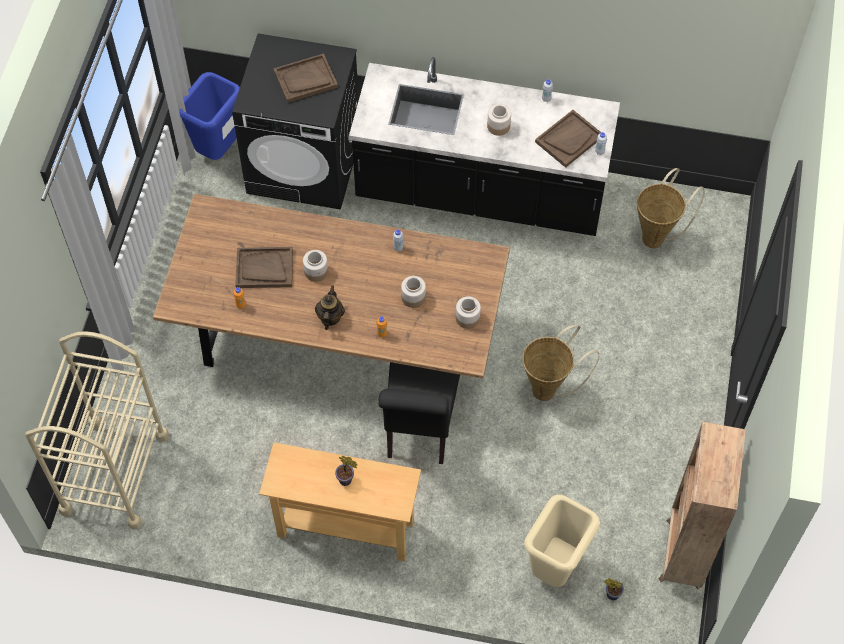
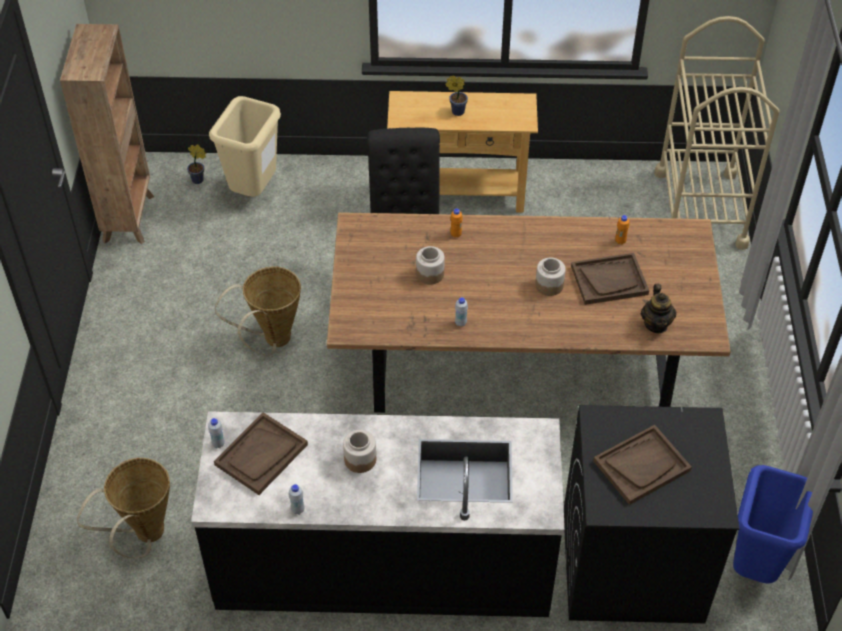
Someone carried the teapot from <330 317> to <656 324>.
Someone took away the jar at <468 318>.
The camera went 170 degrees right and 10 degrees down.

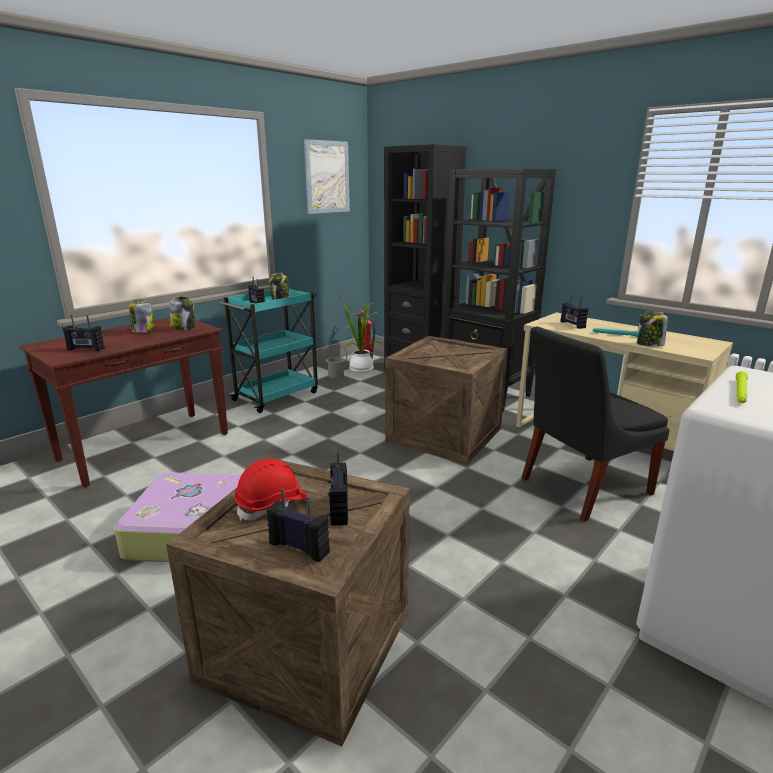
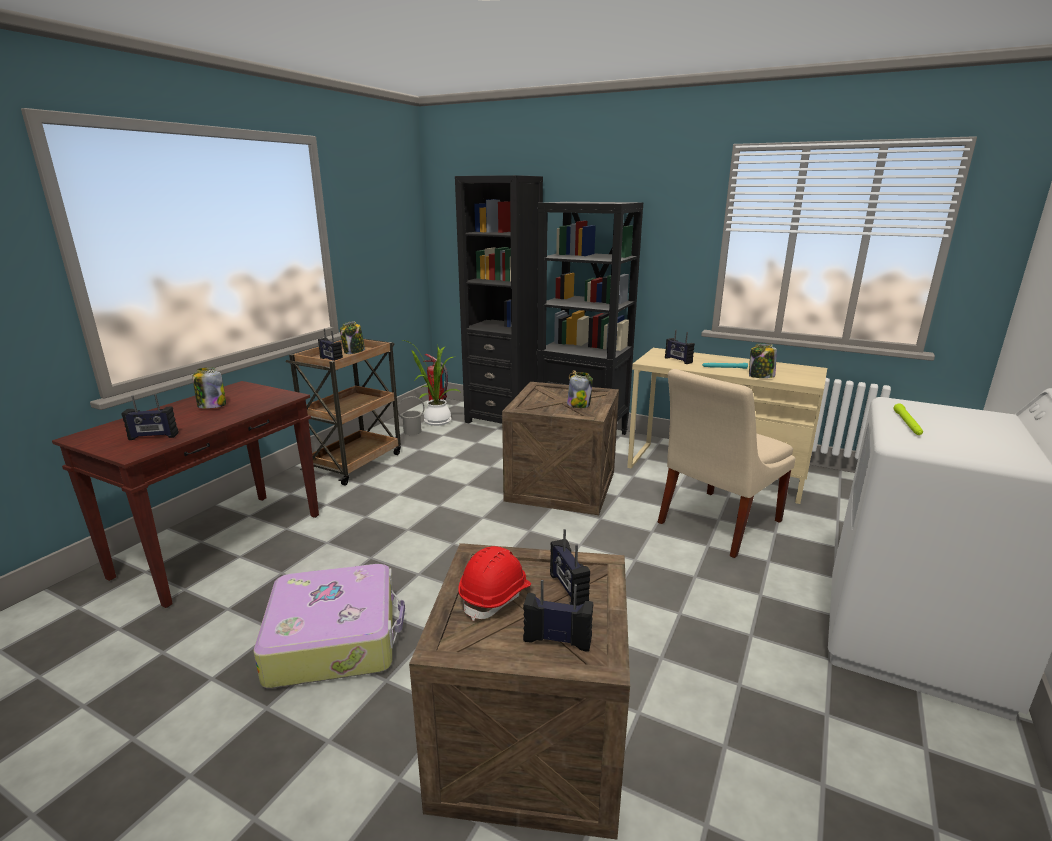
Someone repainted the cart/turquoise at <277 395>, which became the cart/brown at <355 462>.
Someone carried the jar from <183 327> to <579 405>.
Someone repainted the chair/black at <580 487>, which became the chair/beige at <716 523>.
Someone took away the picture at <327 177>.
The camera went 15 degrees left and 0 degrees up.

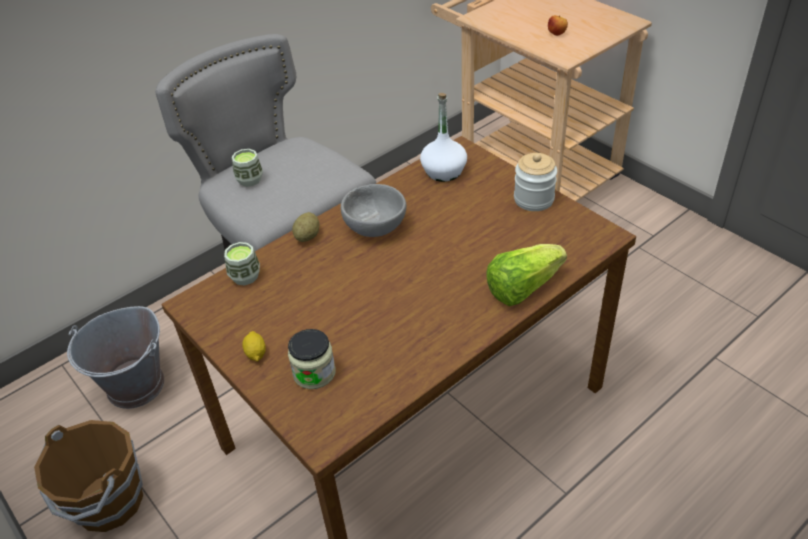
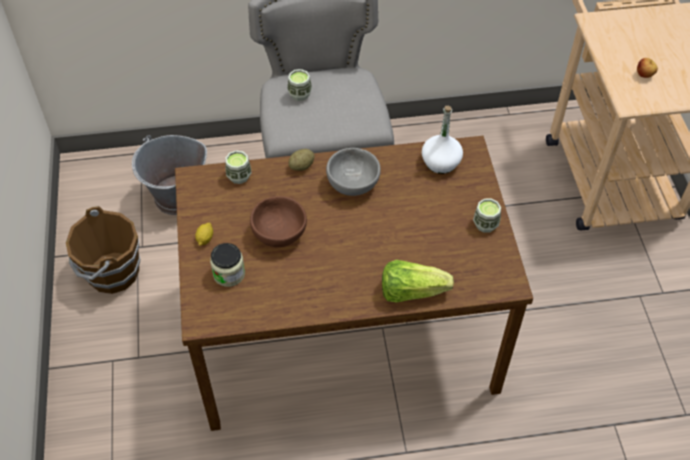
Someone put down the bowl/brown at <278 234>.
Someone swapped the jar at <533 199> for the cup at <485 224>.
The camera went 30 degrees right and 10 degrees up.

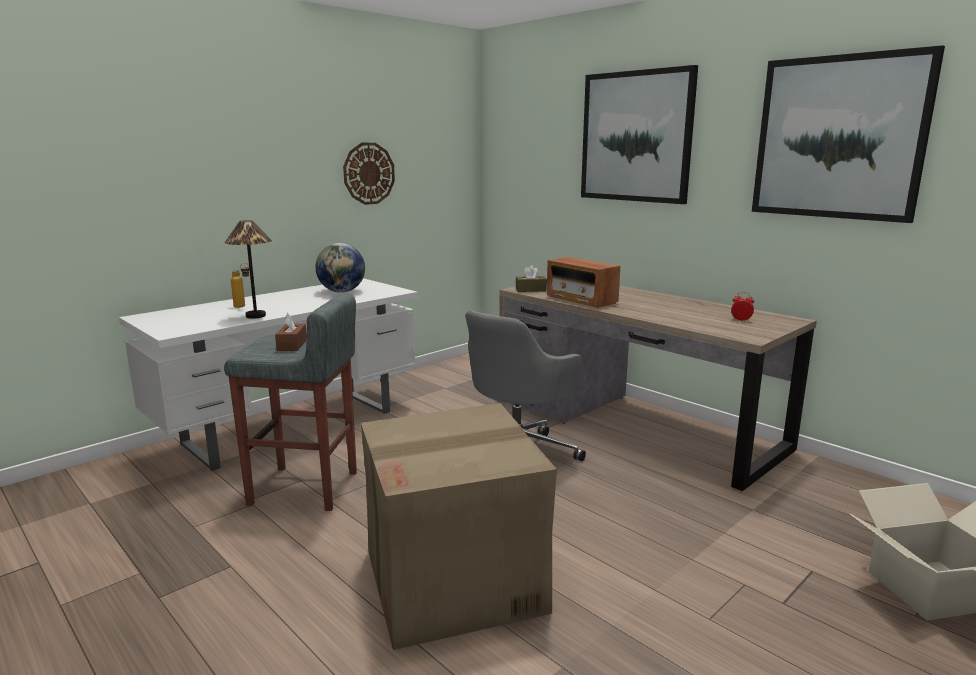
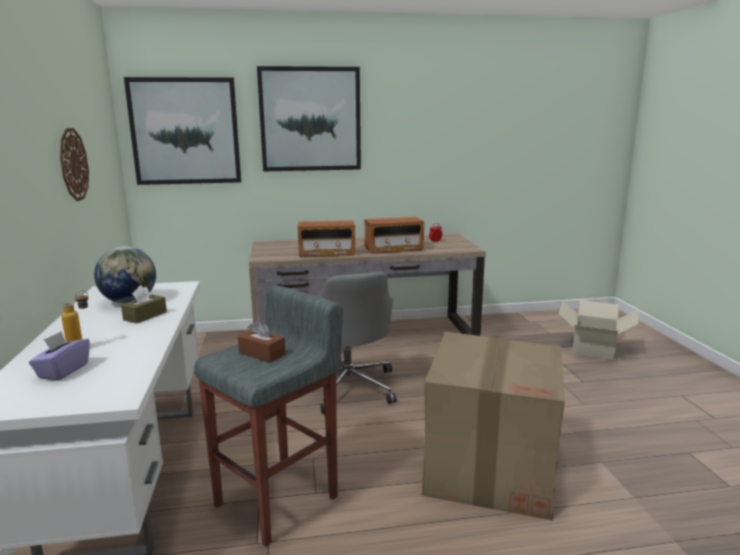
Someone put down the tissue box/purple at <63 371>.
Someone carried the tissue box/brown from <531 290> to <145 316>.
Someone carried the picture from <838 138> to <185 131>.
Someone put down the radio at <394 249>.
Someone took away the table lamp at <255 316>.
The camera went 55 degrees left and 0 degrees up.

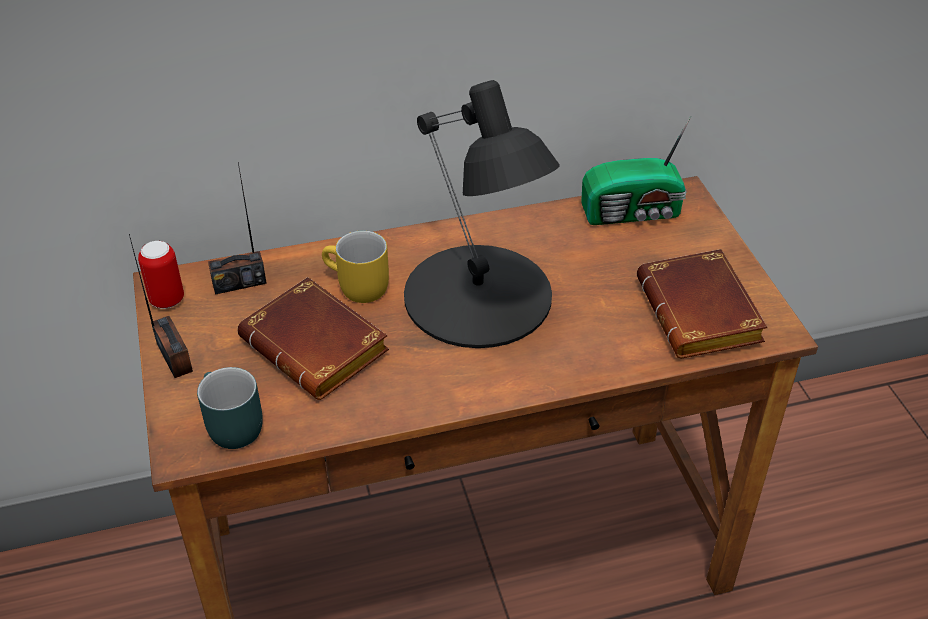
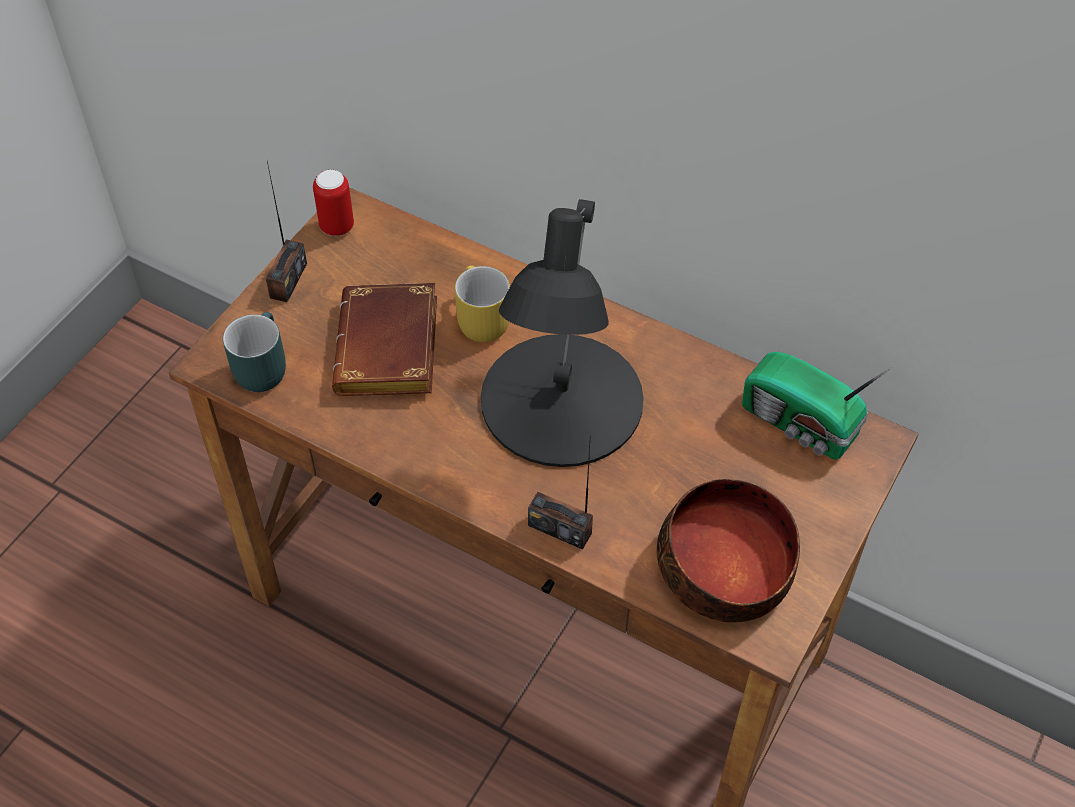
Someone carried the radio from <239 283> to <560 529>.
Someone swapped the book/brown at <703 315> for the bowl at <725 569>.
The camera went 45 degrees right and 10 degrees up.

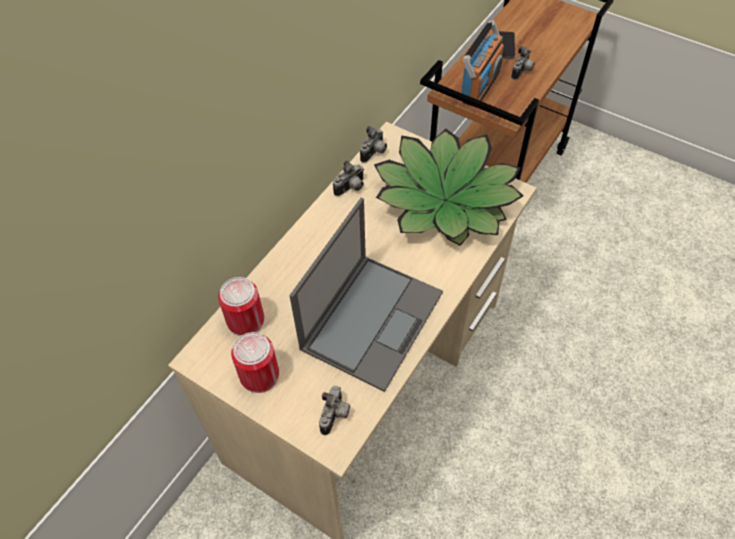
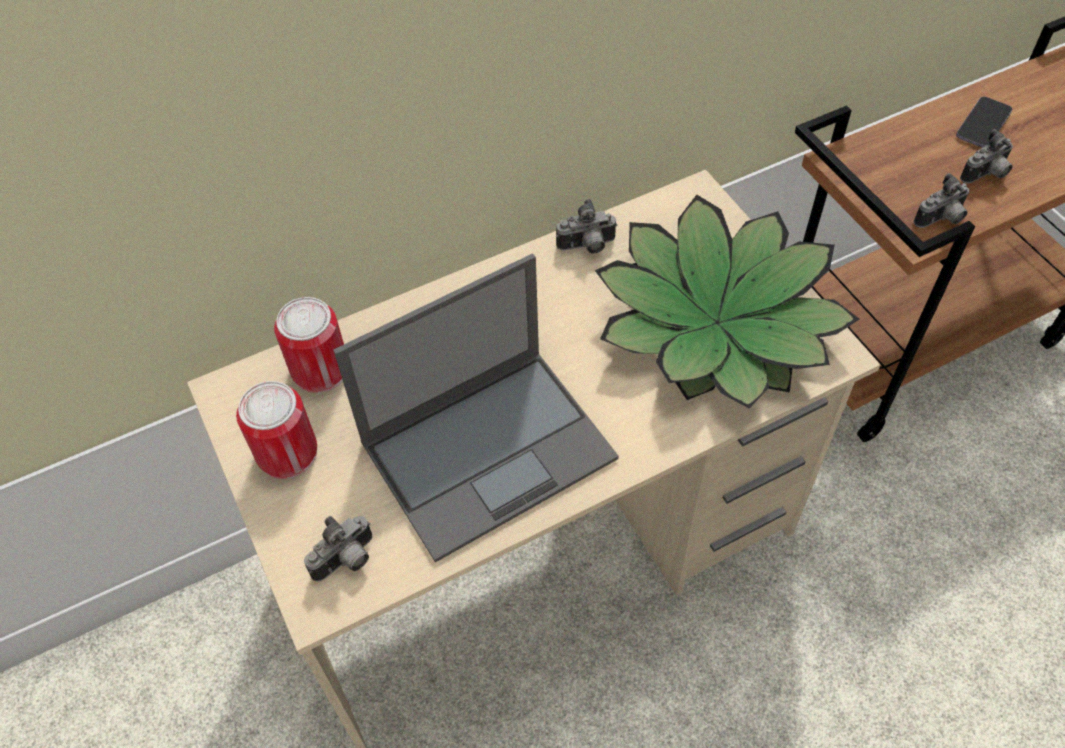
Someone carried the photo camera from <374 153> to <941 220>.
Someone took away the radio at <480 86>.
The camera went 30 degrees right and 0 degrees up.

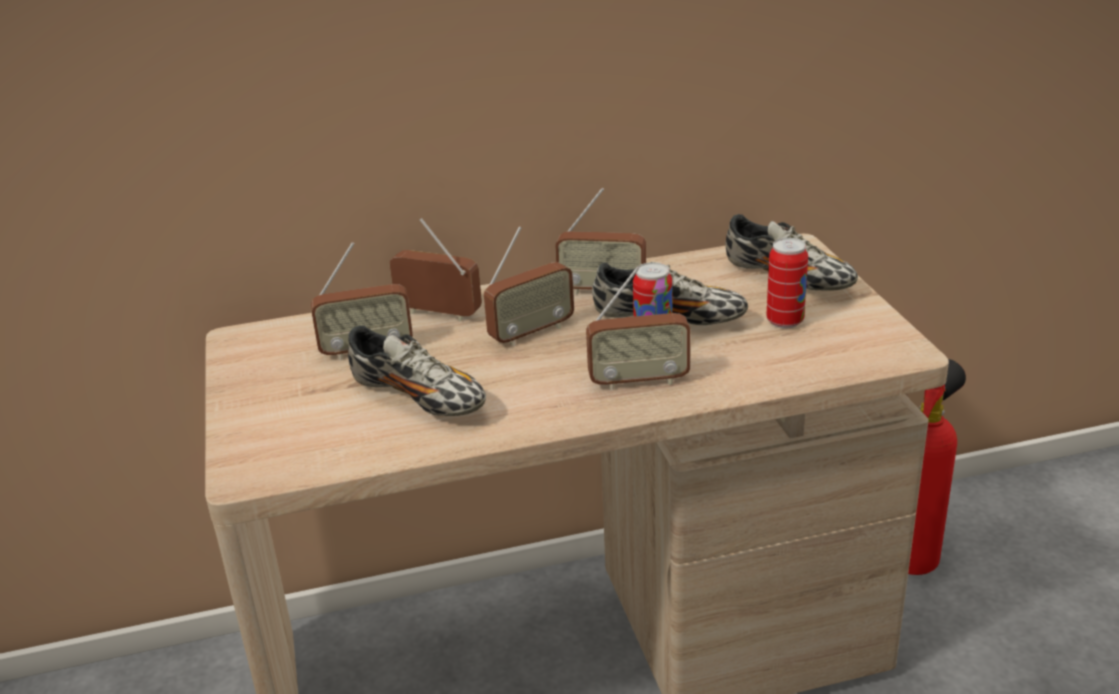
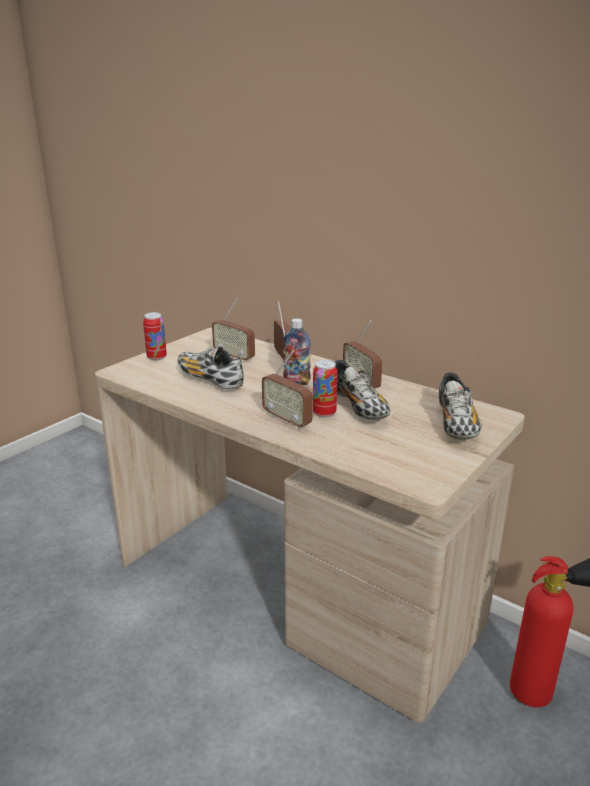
Someone carried the can from <785 321> to <156 357>.
Someone rotated the shoe at <419 398> by 135 degrees clockwise.
Someone swapped the radio at <531 333> for the bottle at <296 382>.
The camera went 50 degrees right and 5 degrees down.

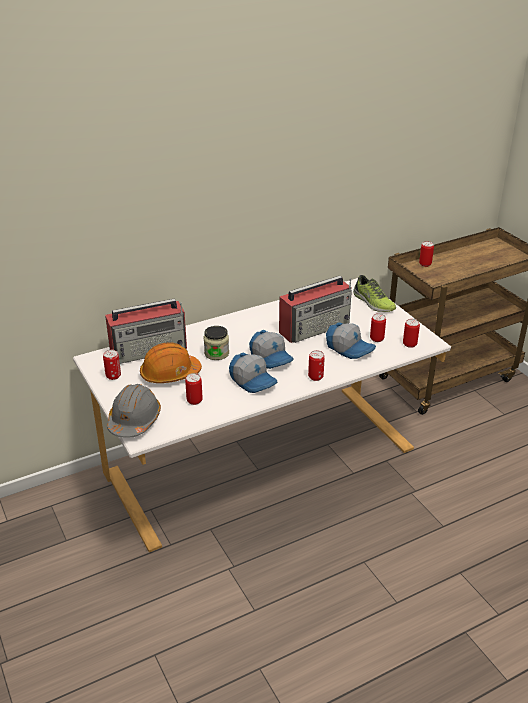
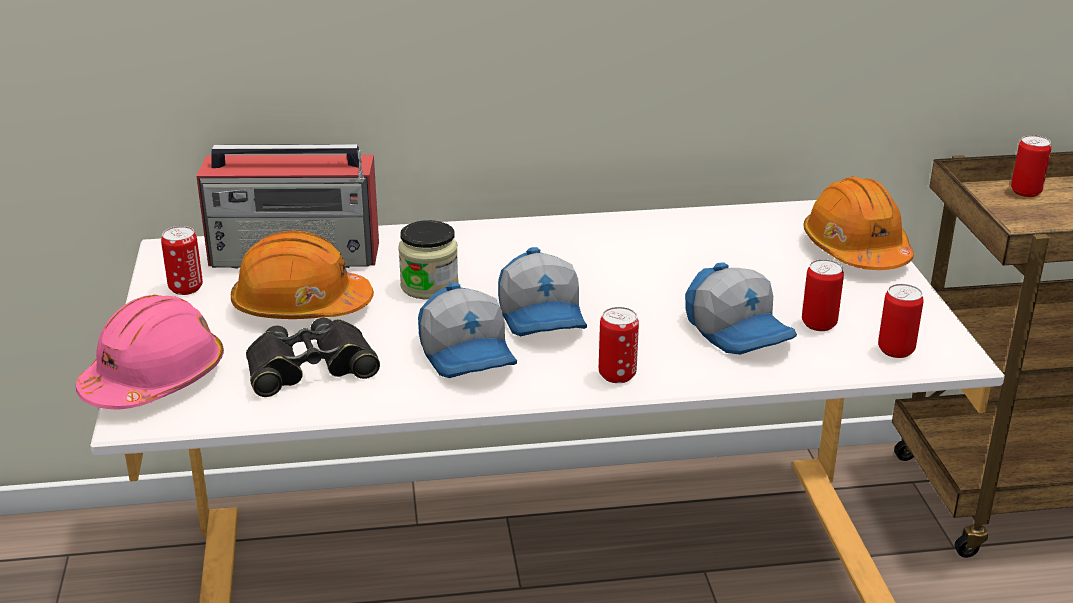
Someone repainted the hard hat/grey at <134 420>, which became the hard hat/pink at <155 380>.
Someone swapped the can at <194 400> for the binoculars/black at <310 368>.
Someone swapped the shoe at <373 302> for the hard hat/orange at <855 250>.
Someone took away the radio at <315 327>.
The camera went 20 degrees right and 5 degrees down.

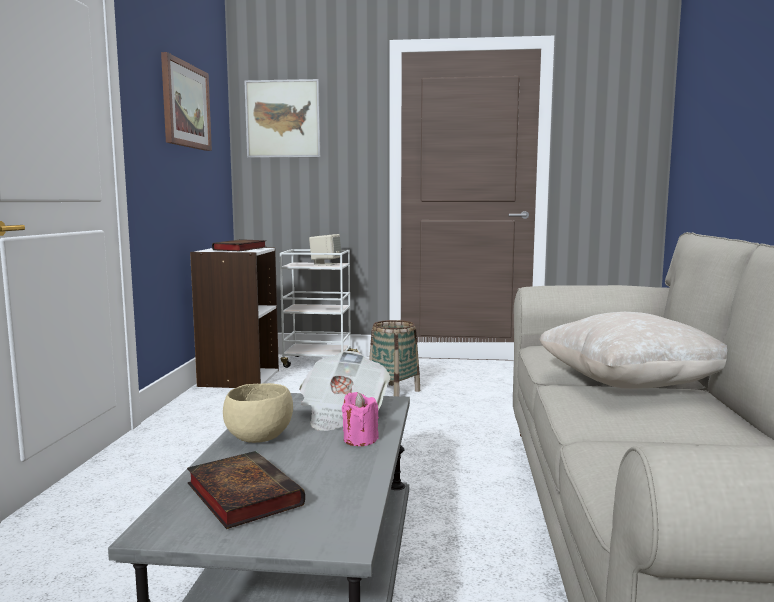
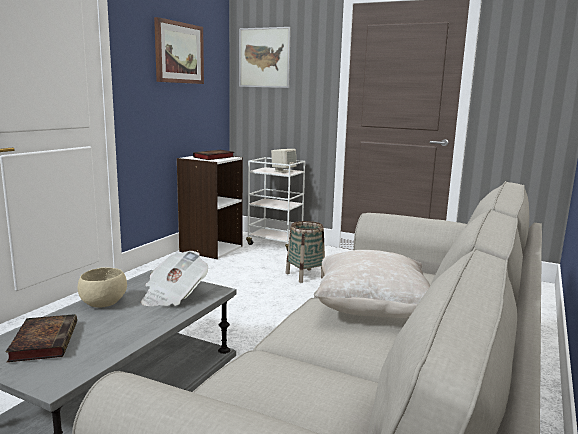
Someone took away the candle/pink at <360 440>.
The camera went 20 degrees right and 5 degrees up.

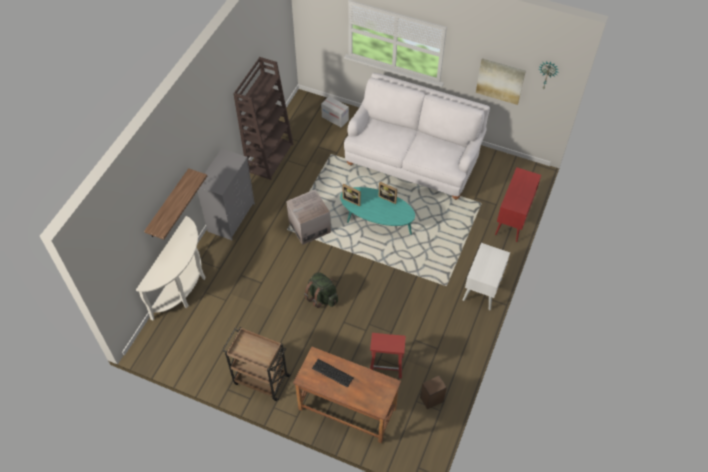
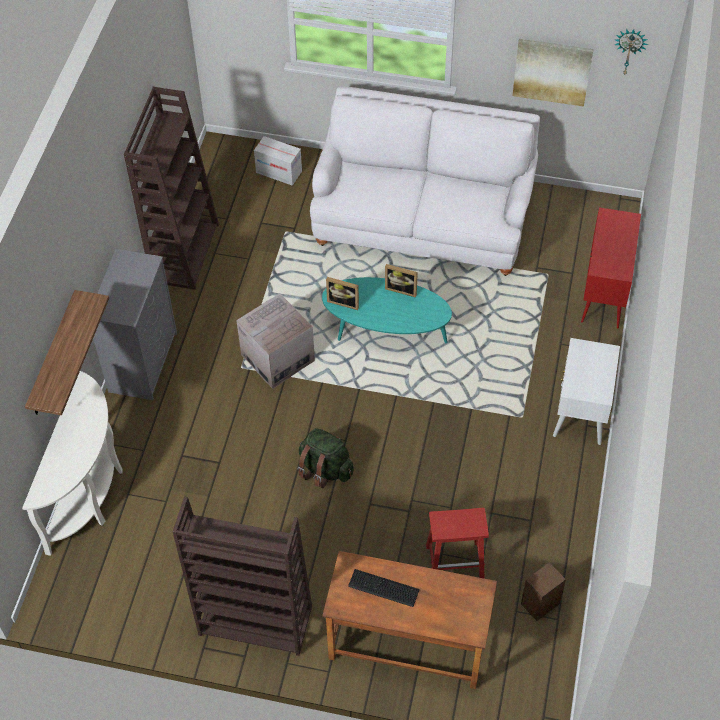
Someone swapped the cart/brown at <260 379> for the bookcase/brown at <254 621>.
The camera went 10 degrees left and 0 degrees up.

